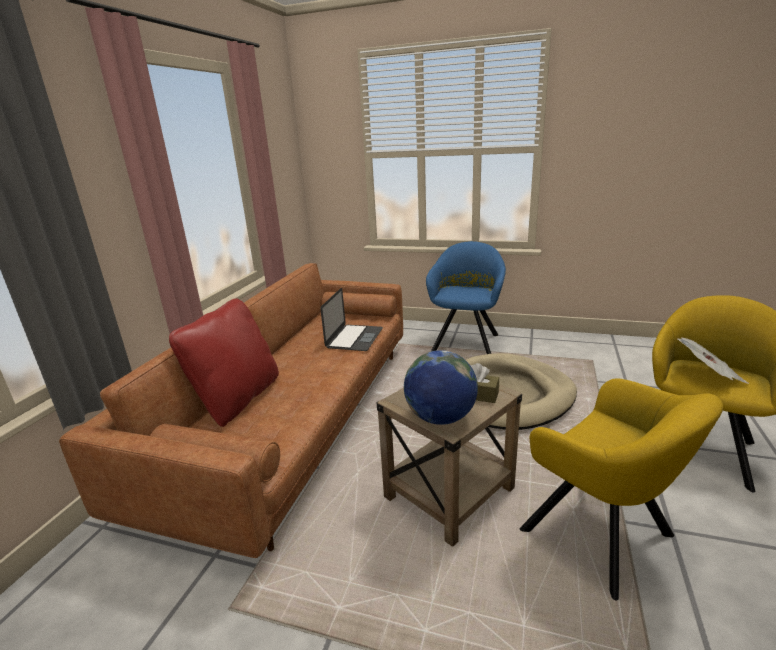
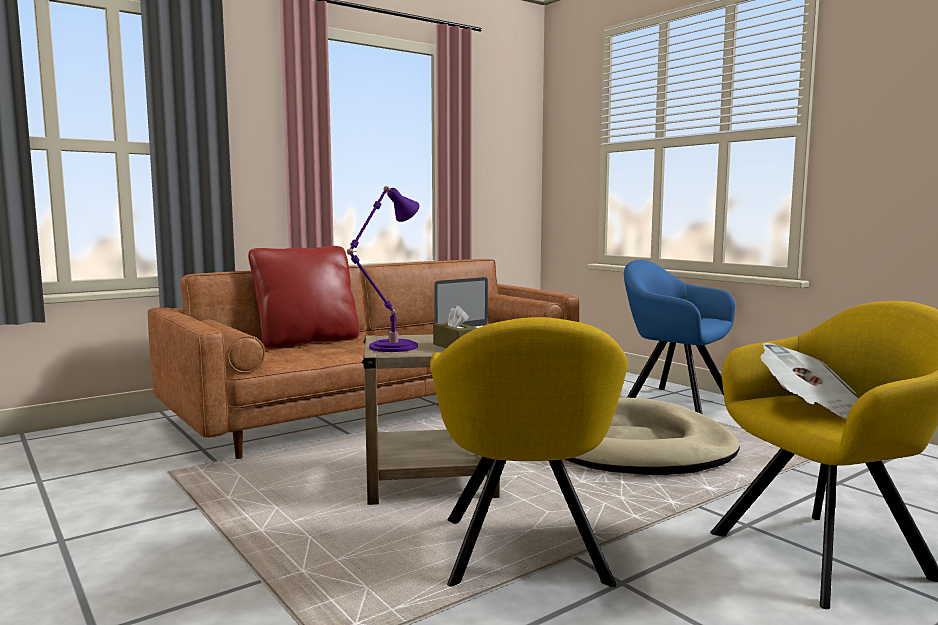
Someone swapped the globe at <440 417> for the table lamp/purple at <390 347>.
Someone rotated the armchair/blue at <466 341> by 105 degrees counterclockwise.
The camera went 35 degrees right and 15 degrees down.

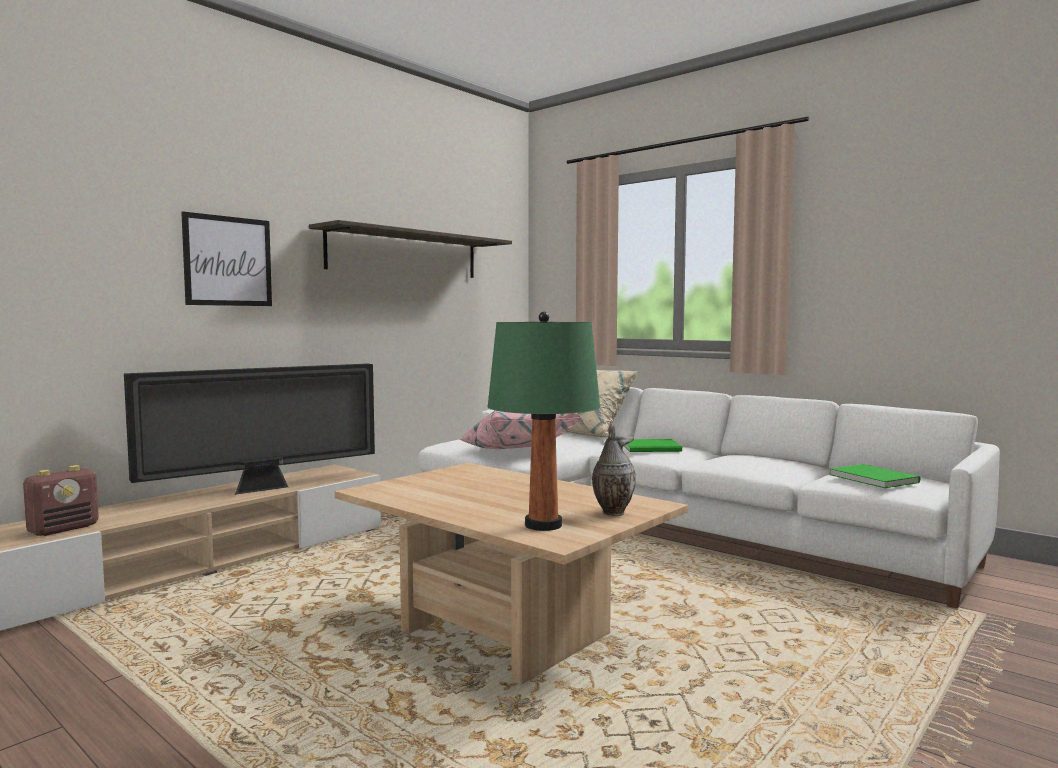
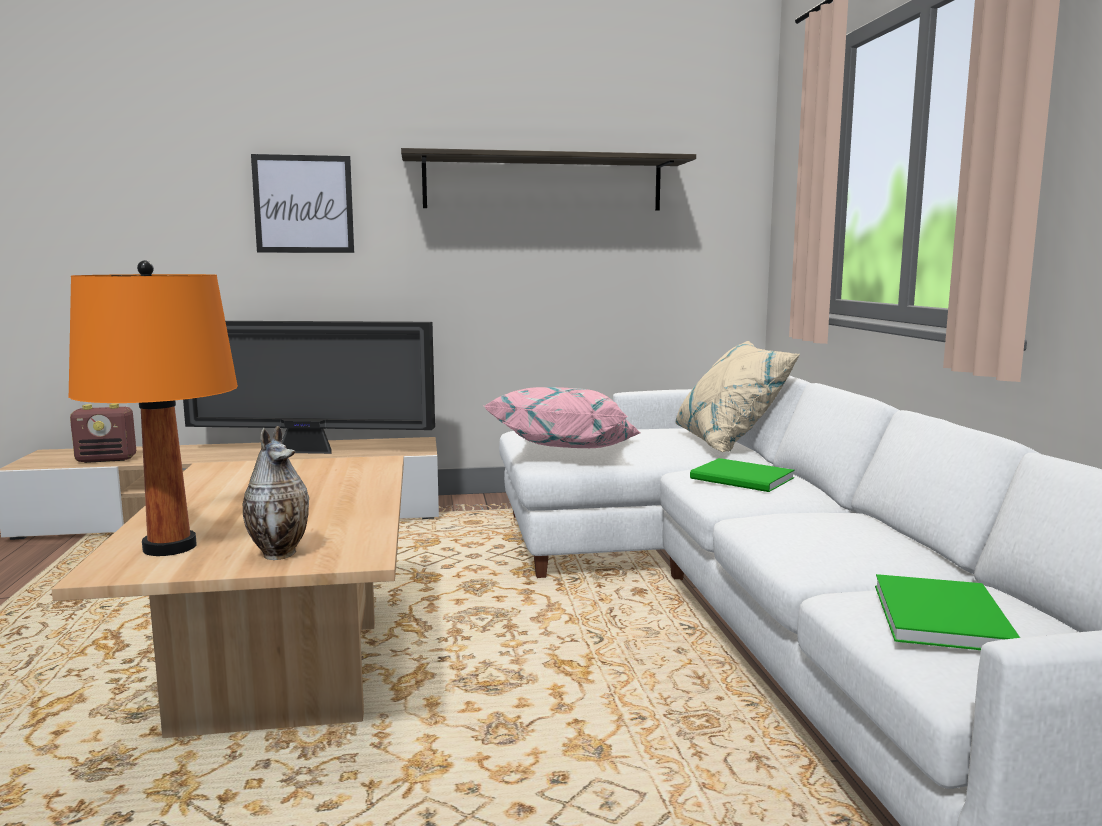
Someone repainted the table lamp/green at <543 525>, which became the table lamp/orange at <169 547>.
The camera went 40 degrees right and 5 degrees up.

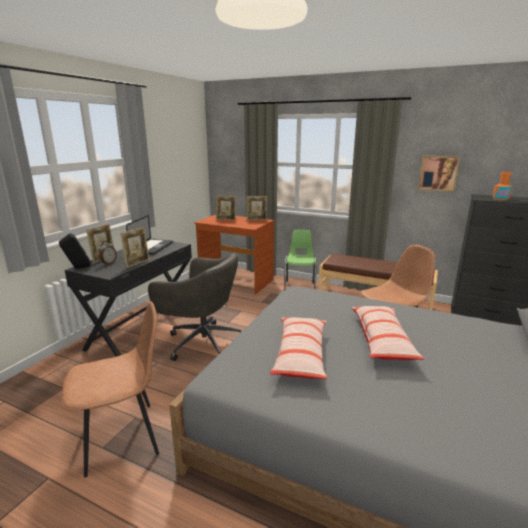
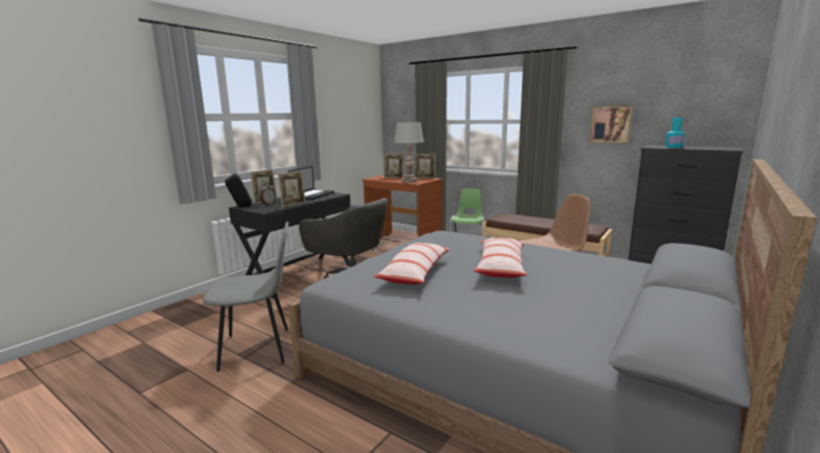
Someone repainted the chair/brown at <123 437>, which became the chair/grey at <258 348>.
Someone put down the table lamp/grey at <409 181>.
Someone repainted the bottle/orange at <500 199>, which became the bottle/turquoise at <673 147>.
The camera went 10 degrees right and 5 degrees down.

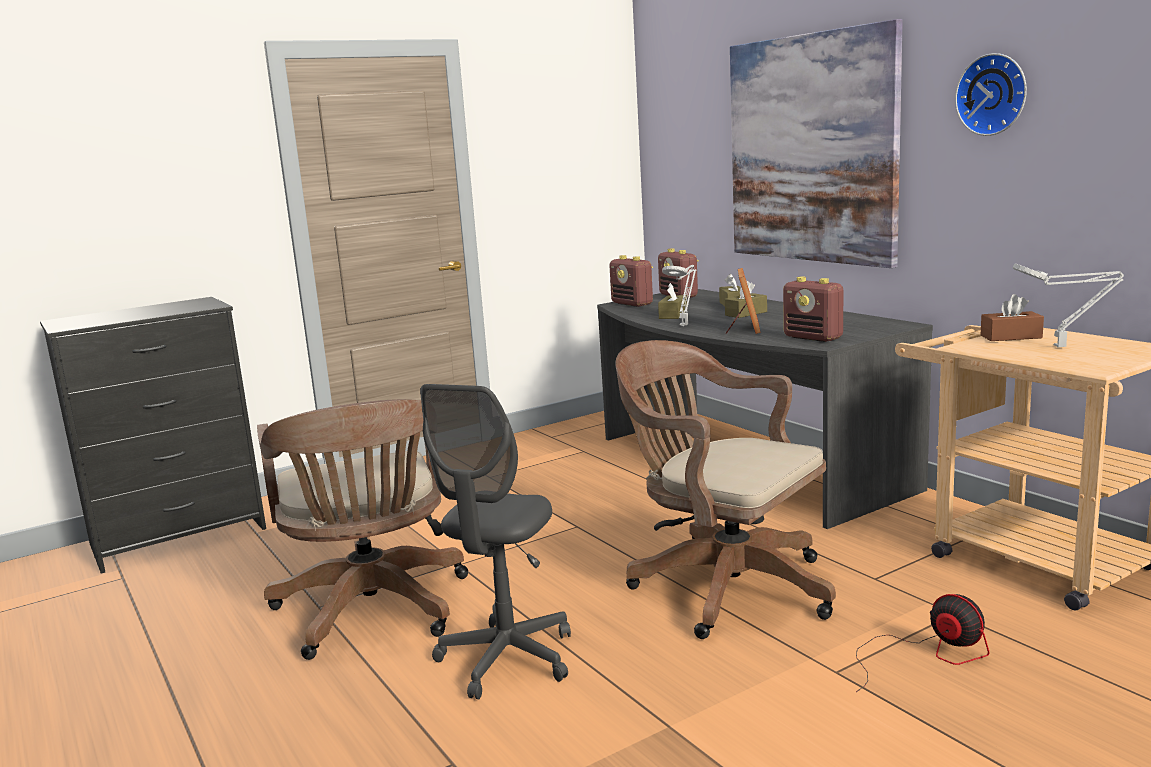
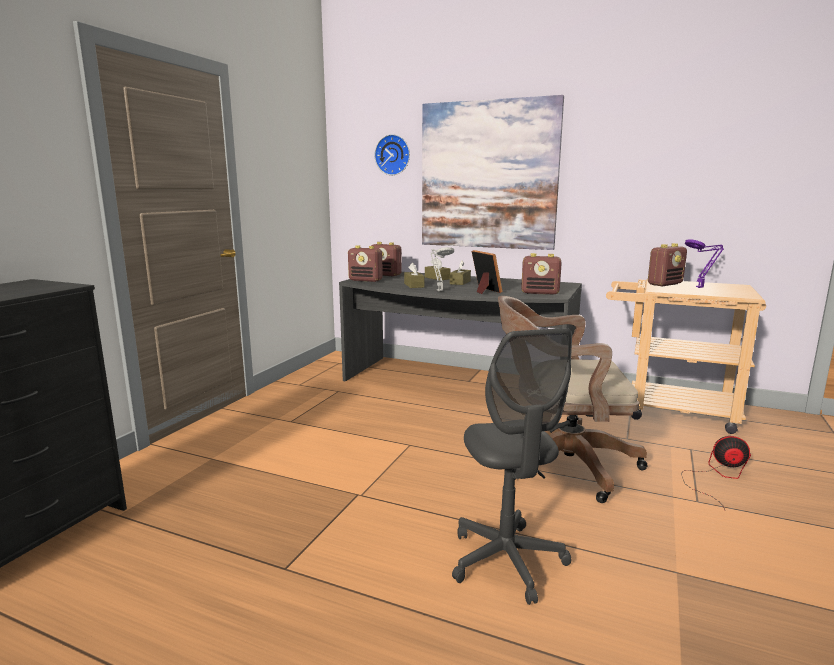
Someone carried the wall clock from <993 94> to <393 155>.
Someone swapped the tissue box/brown at <1011 337> for the radio at <665 284>.
Someone repainted the table lamp/grey at <1063 347>, which became the table lamp/purple at <700 287>.
Someone took away the office chair/brown at <373 612>.
The camera went 35 degrees left and 0 degrees up.

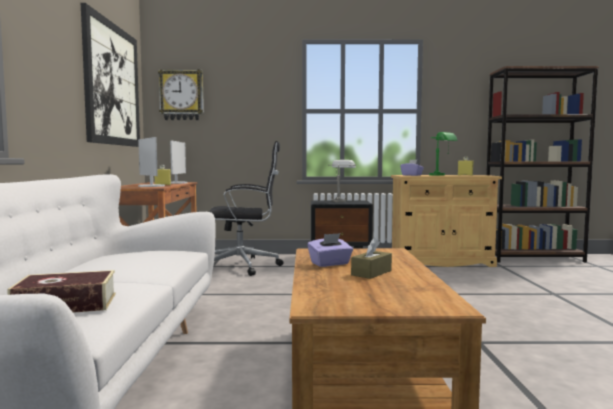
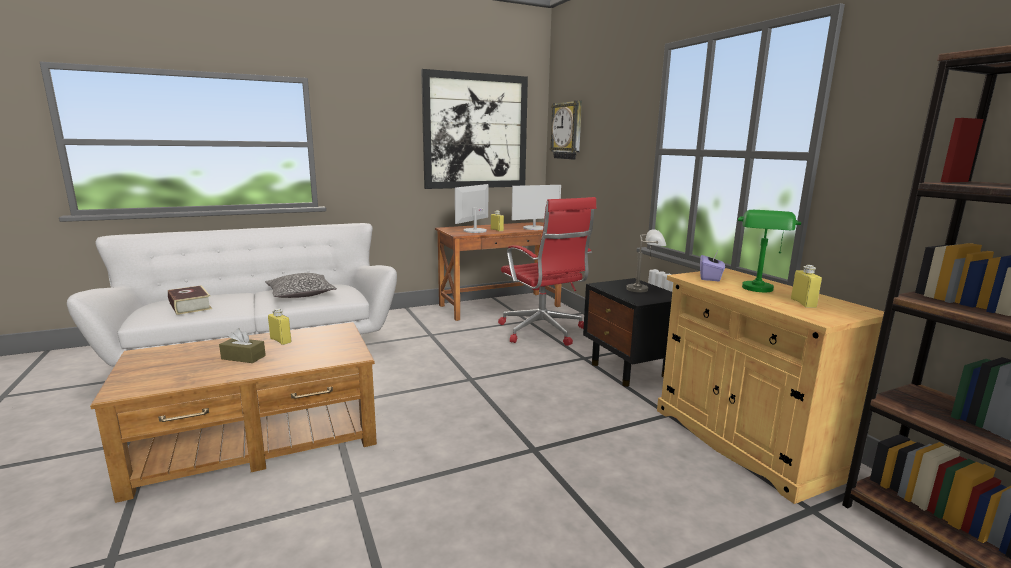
Someone put down the pillow at <301 294>.
Someone swapped the tissue box/purple at <330 264> for the bottle/yellow at <280 340>.
Someone repainted the office chair/black at <243 266>, which became the office chair/red at <543 332>.
The camera went 65 degrees right and 10 degrees up.

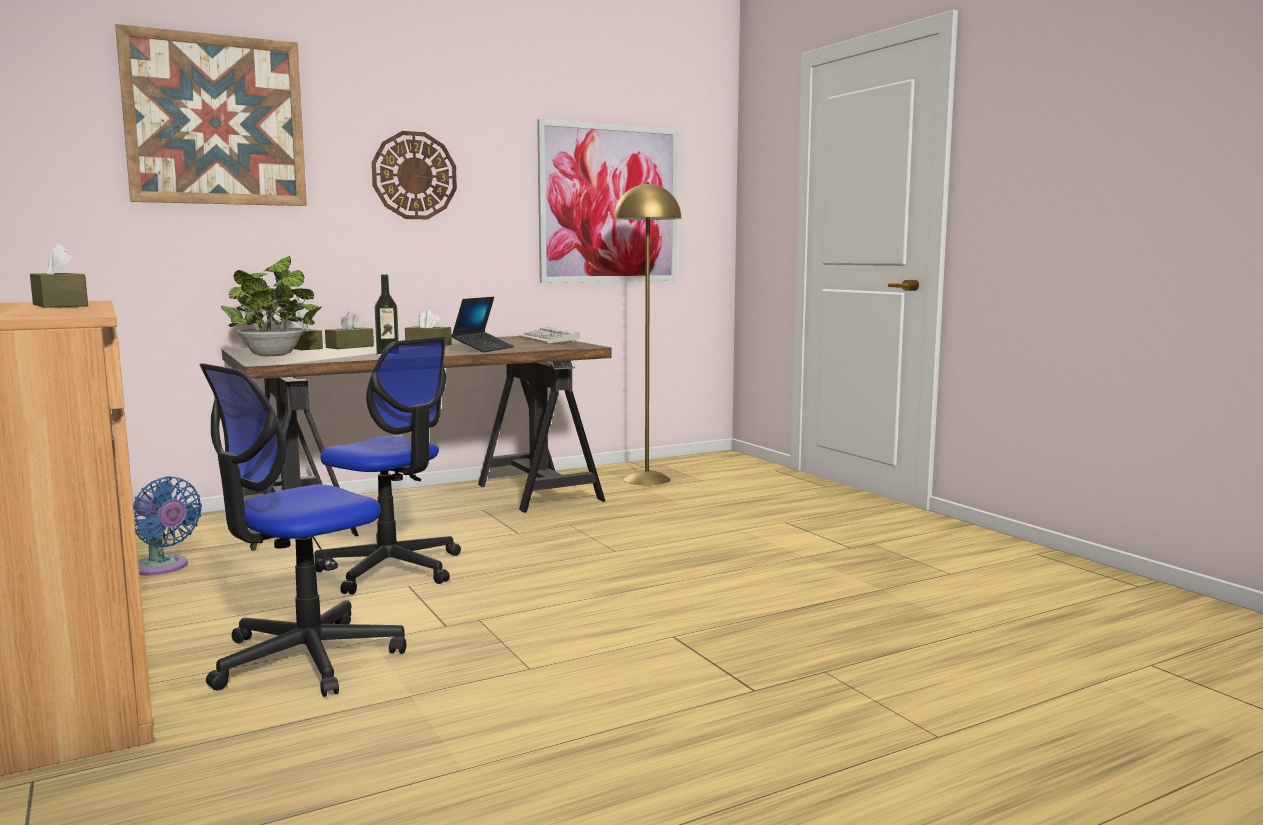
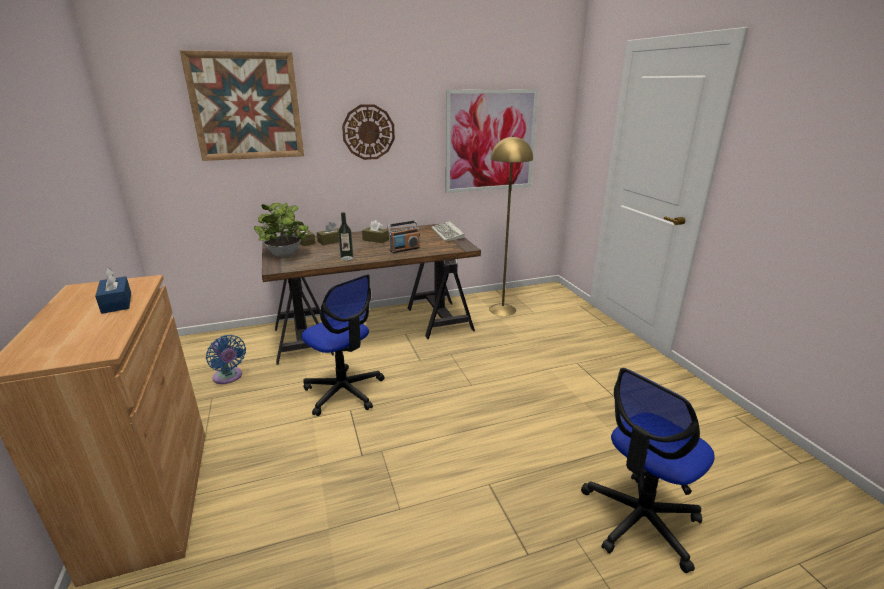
Someone repainted the tissue box/brown at <60 305>, which became the tissue box/blue at <117 303>.
Someone swapped the laptop at <483 349> for the radio at <404 249>.
Someone carried the office chair from <305 658> to <640 520>.
The camera went 10 degrees right and 15 degrees up.

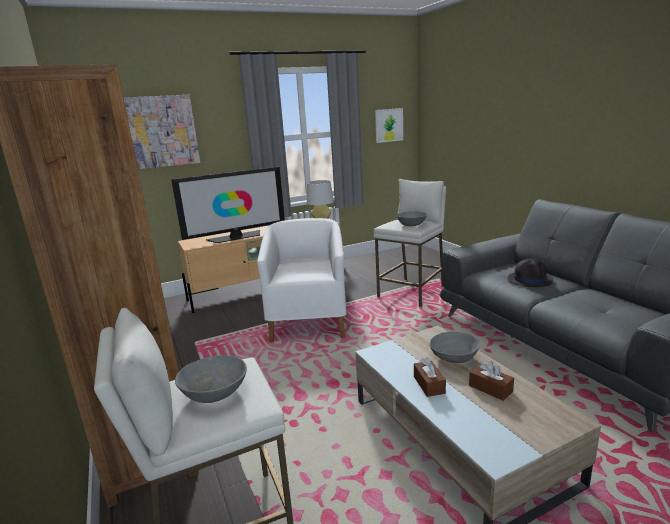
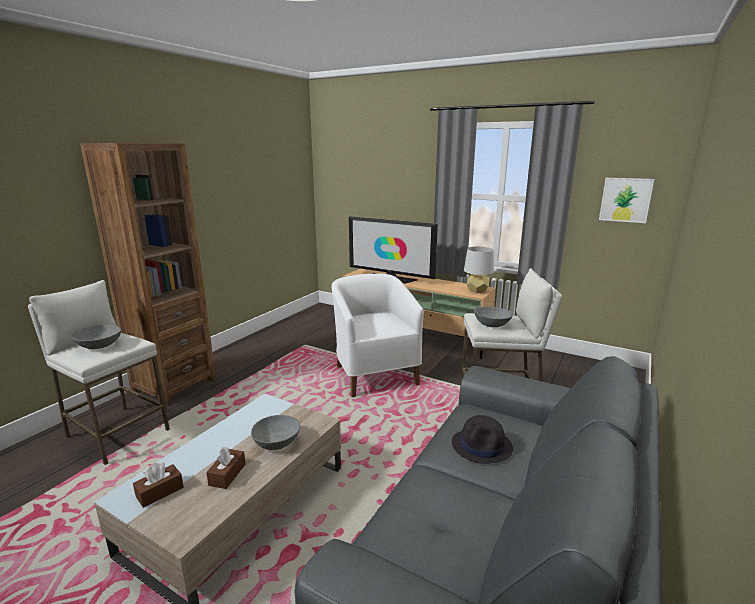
Someone carried the tissue box/brown from <429 385> to <160 492>.
Someone rotated the armchair/white at <309 322> by 75 degrees counterclockwise.
Someone took away the picture at <160 132>.
The camera went 55 degrees right and 0 degrees up.

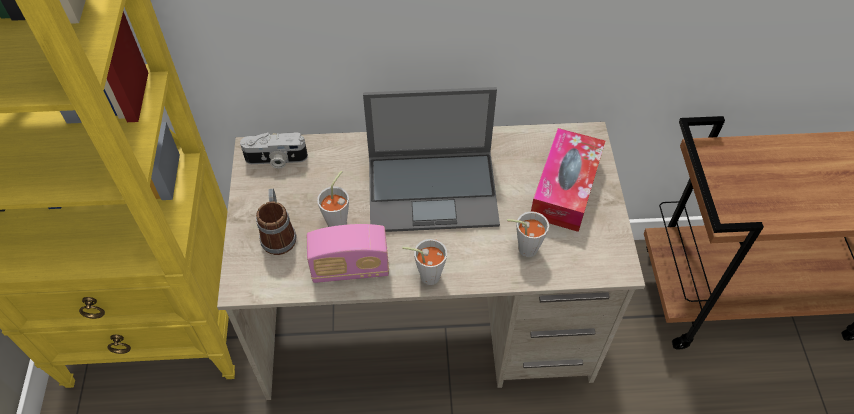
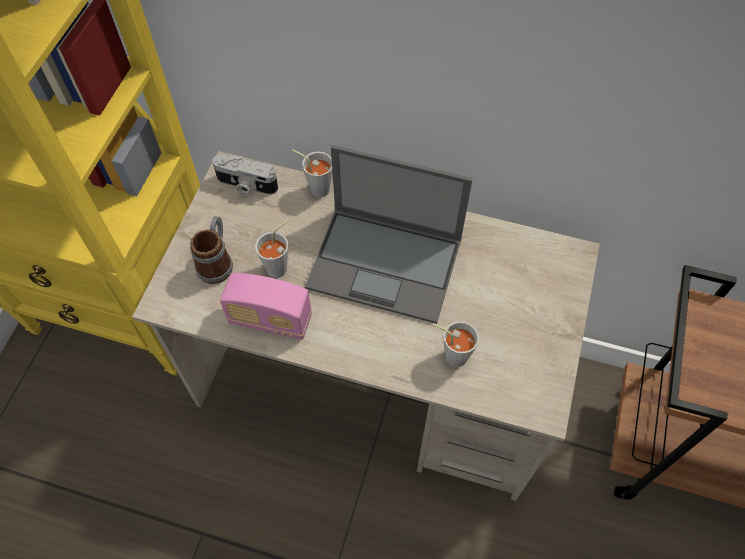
Someone carried the cup/grey from <425 275> to <316 188>.
Someone took away the tissue box at <565 188>.
The camera went 20 degrees right and 5 degrees up.

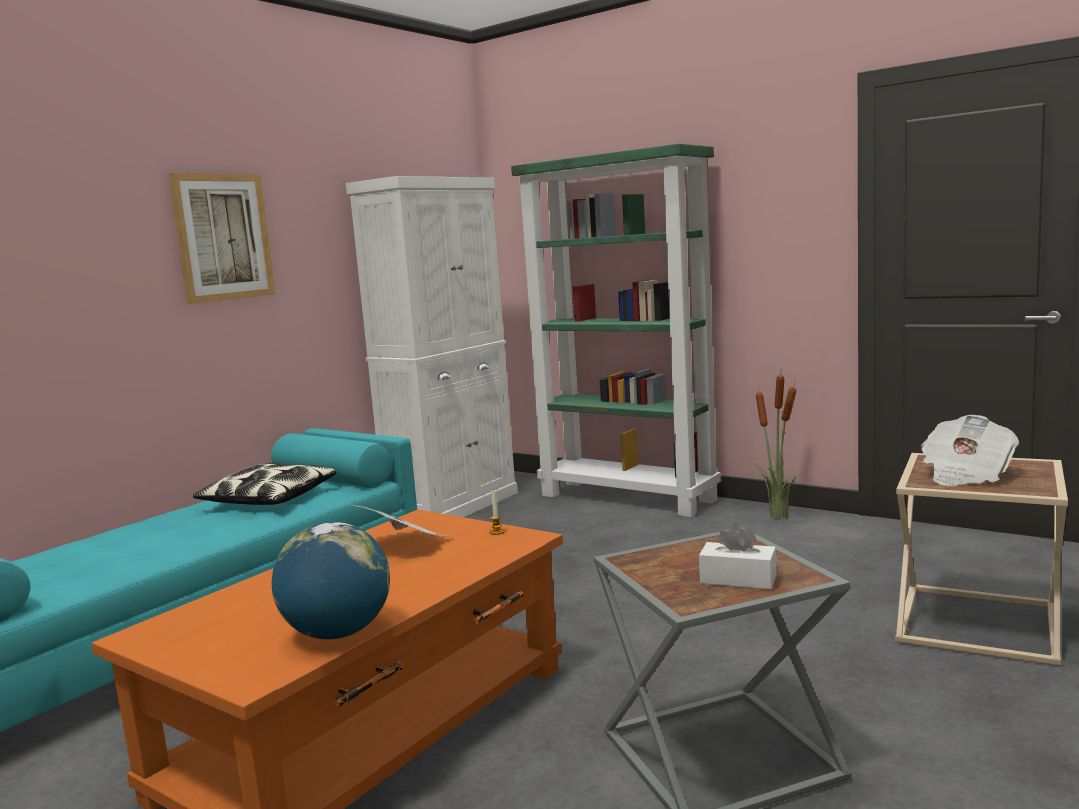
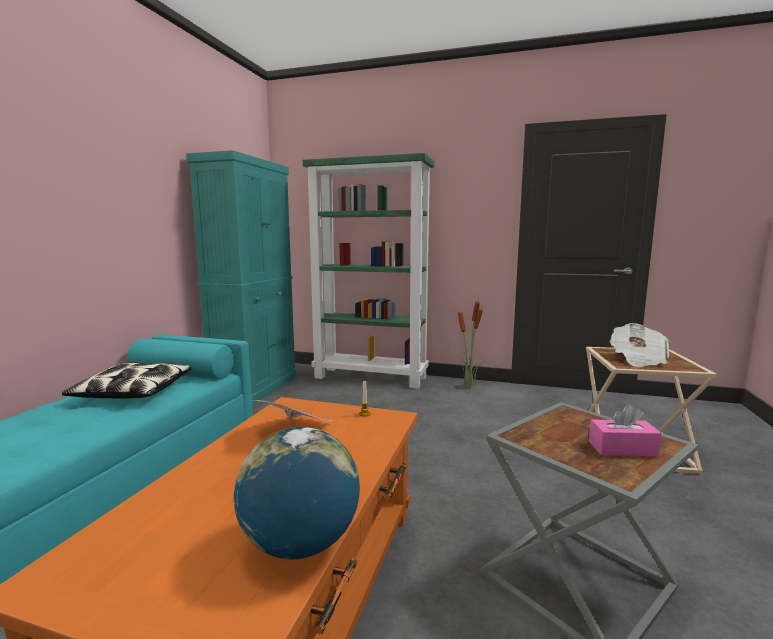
Someone repainted the cabinet/white at <453 506>, which became the cabinet/turquoise at <255 388>.
Someone repainted the tissue box/white at <738 579>, which became the tissue box/pink at <622 448>.
Someone took away the picture at <223 237>.
The camera went 20 degrees left and 0 degrees up.

